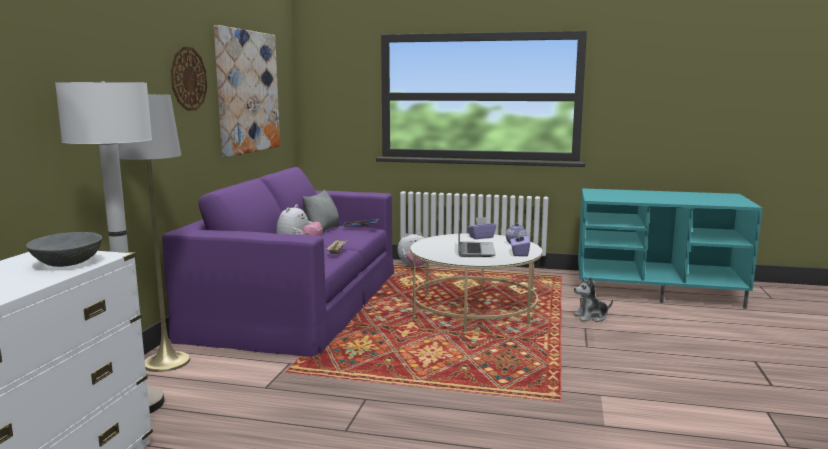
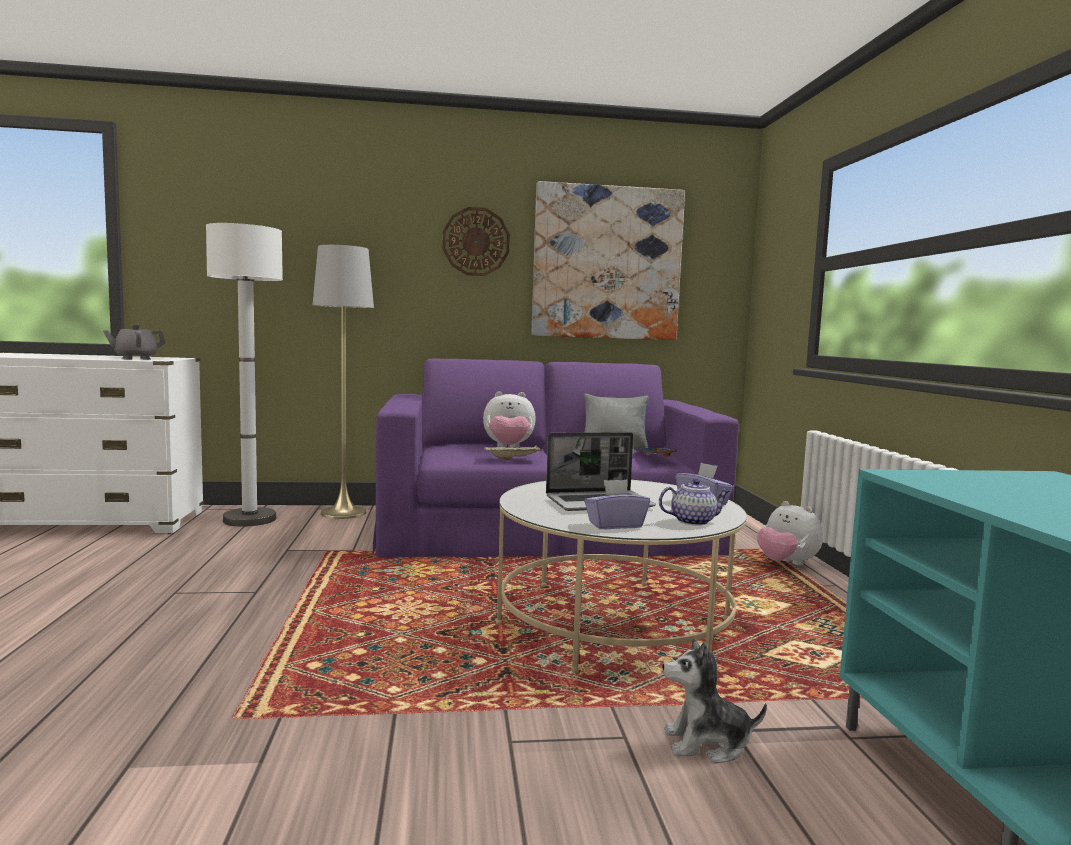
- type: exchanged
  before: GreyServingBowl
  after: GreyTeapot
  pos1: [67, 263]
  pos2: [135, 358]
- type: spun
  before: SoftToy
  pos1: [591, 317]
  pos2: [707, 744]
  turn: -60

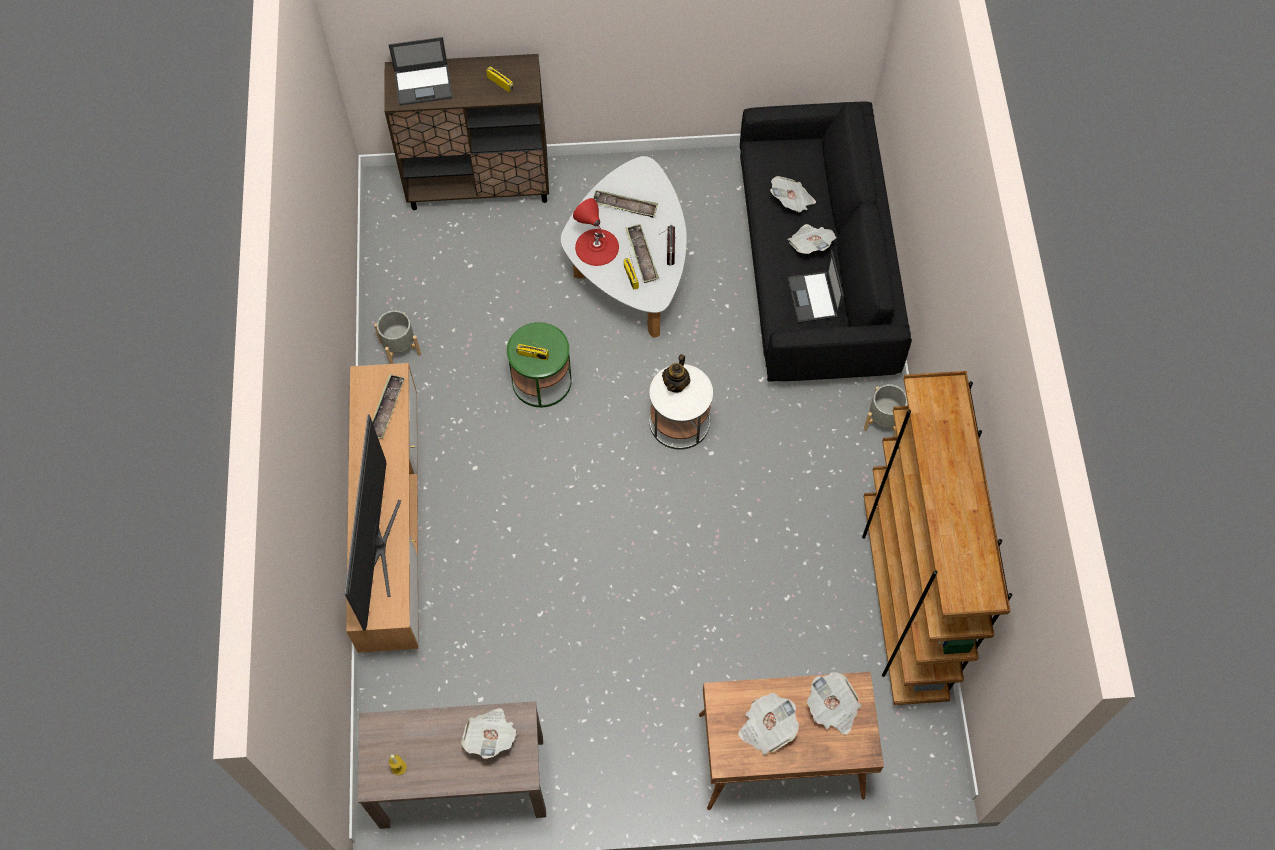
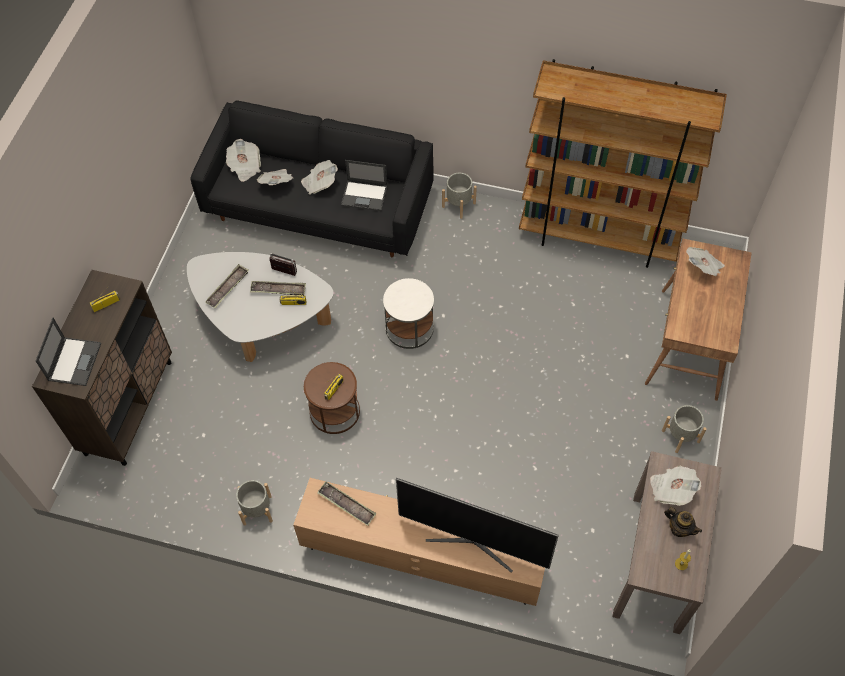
- type: relocated
  before: Newspaper
  pos1: [766, 728]
  pos2: [245, 167]
- type: colour
  before: GreenishAccentTable
  after: BrownishAccentTable
  pos1: [542, 380]
  pos2: [334, 411]
- type: appeared
  after: GreyPlantPot
  pos2: [681, 436]
- type: relocated
  before: Teapot
  pos1: [676, 384]
  pos2: [679, 528]
- type: missing
  before: RedLampForATable
  pos1: [596, 247]

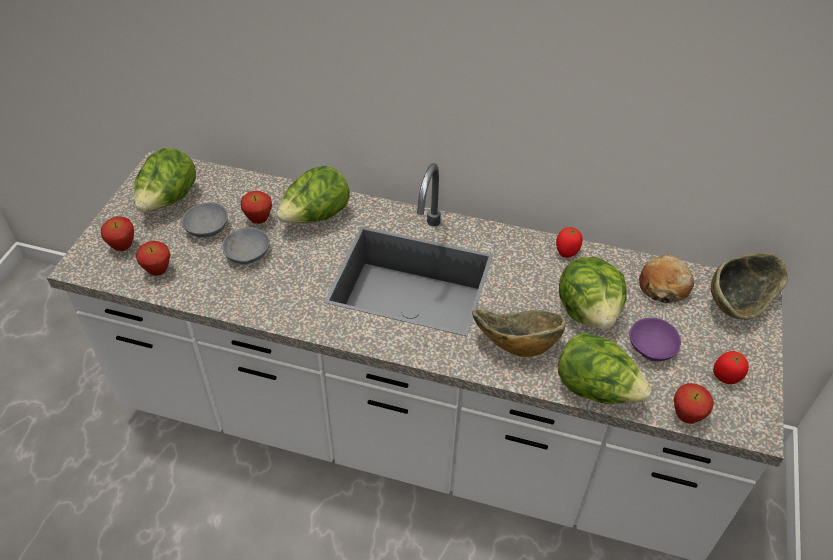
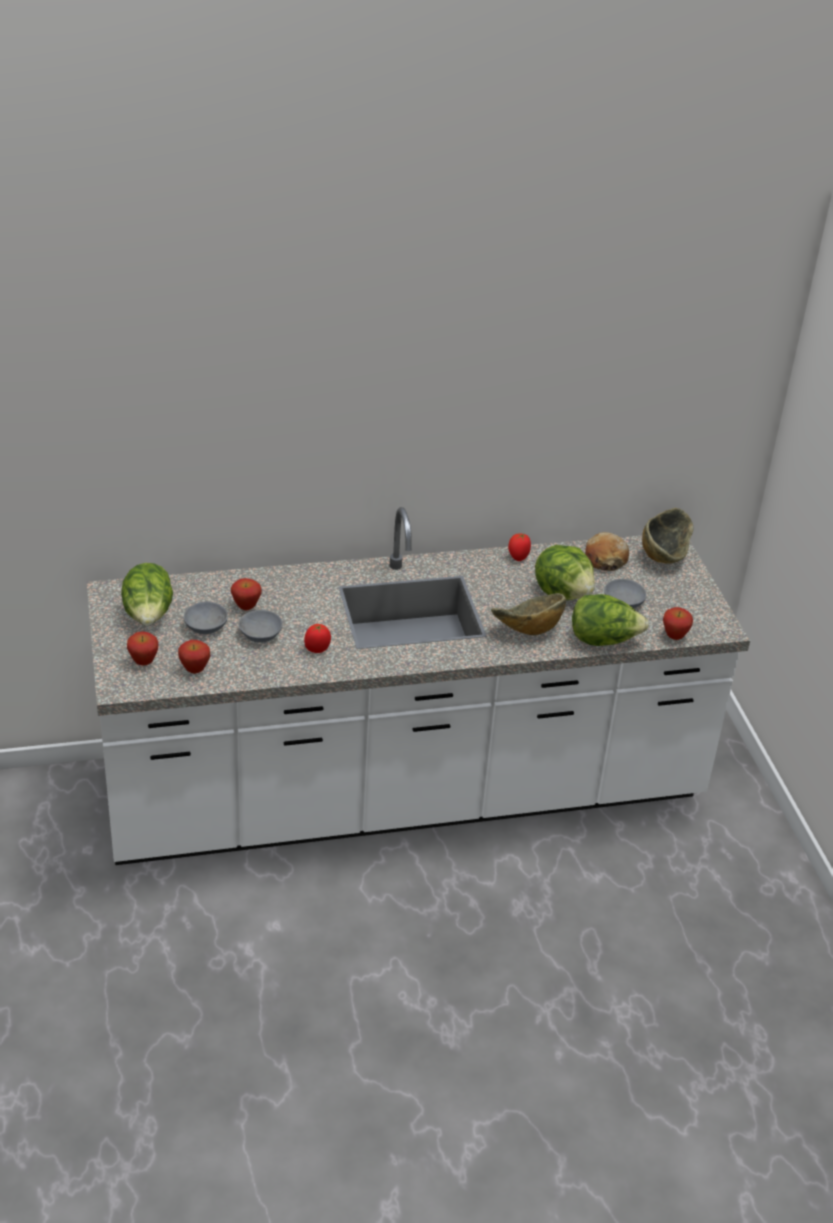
- type: relocated
  before: FreshTomato
  pos1: [726, 377]
  pos2: [317, 649]
- type: colour
  before: PurpleColouredServingBowl
  after: GreyServingBowl
  pos1: [653, 348]
  pos2: [625, 602]
- type: missing
  before: HeadOfLettuce
  pos1: [315, 217]

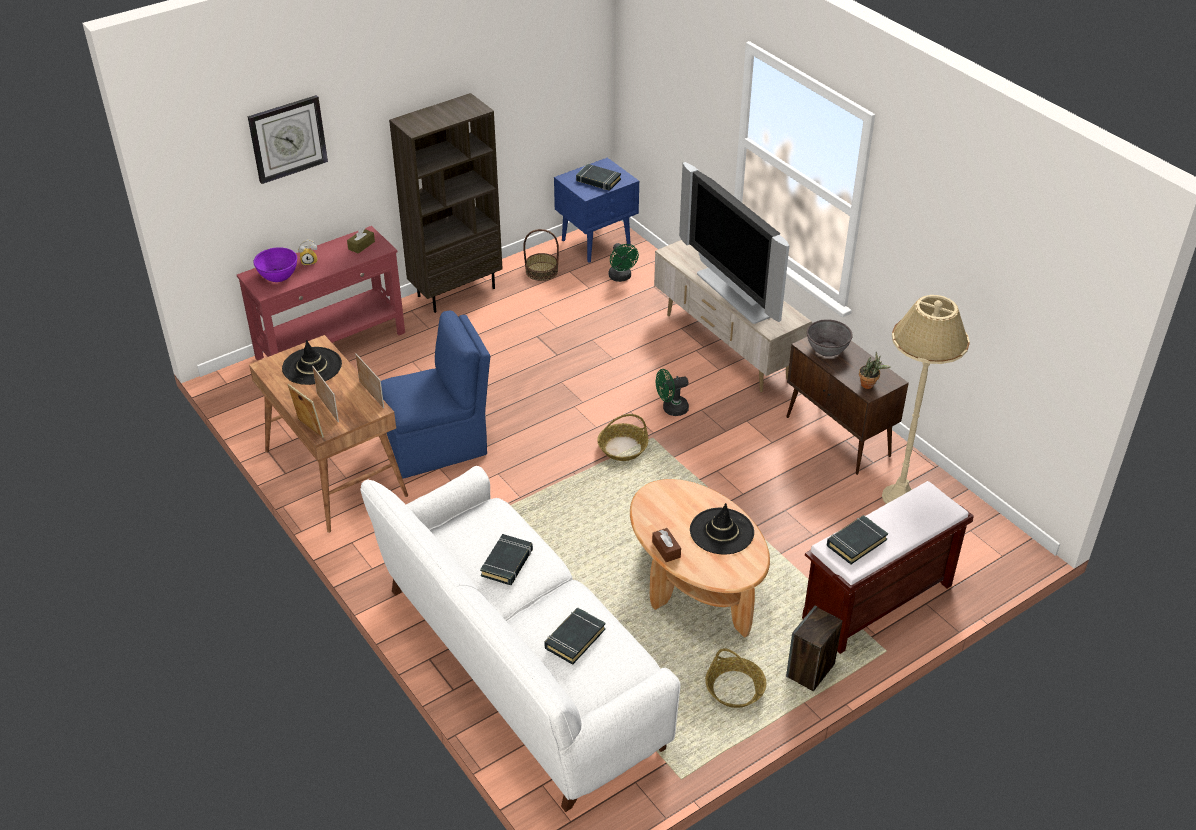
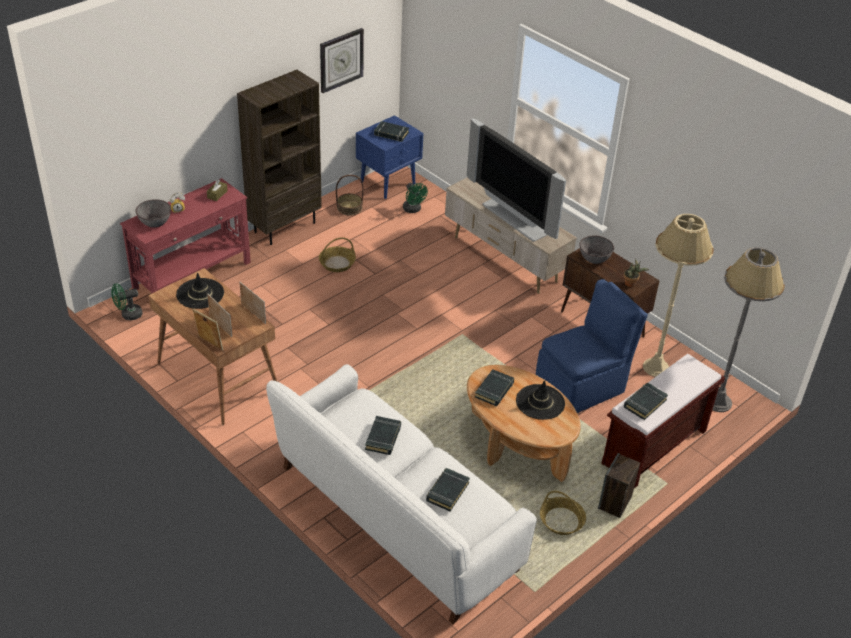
- type: relocated
  before: GreenishFan
  pos1: [671, 409]
  pos2: [128, 315]
- type: colour
  before: PurpleColouredServingBowl
  after: GreyServingBowl
  pos1: [278, 275]
  pos2: [154, 222]
- type: relocated
  before: HouseholdBasket
  pos1: [623, 448]
  pos2: [337, 263]
- type: relocated
  before: ClockOnTheWall
  pos1: [287, 138]
  pos2: [341, 60]
- type: appeared
  after: BlackColouredVolume
  pos2: [494, 390]
- type: relocated
  before: BlueColouredUprightChair
  pos1: [437, 445]
  pos2: [582, 387]
- type: appeared
  after: GreyFloorLamp
  pos2: [718, 402]
- type: missing
  before: BrownishBoxOfTissues
  pos1: [666, 549]

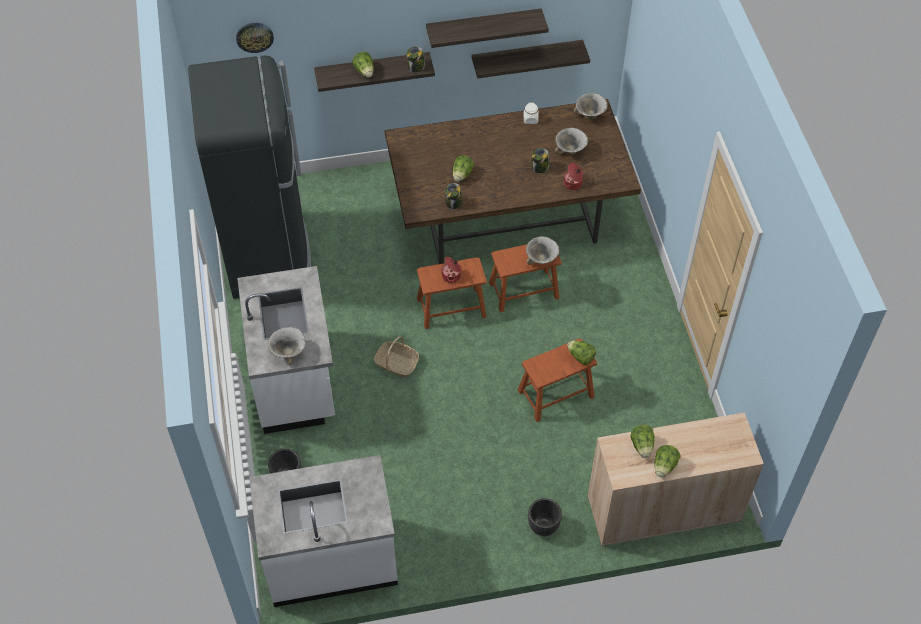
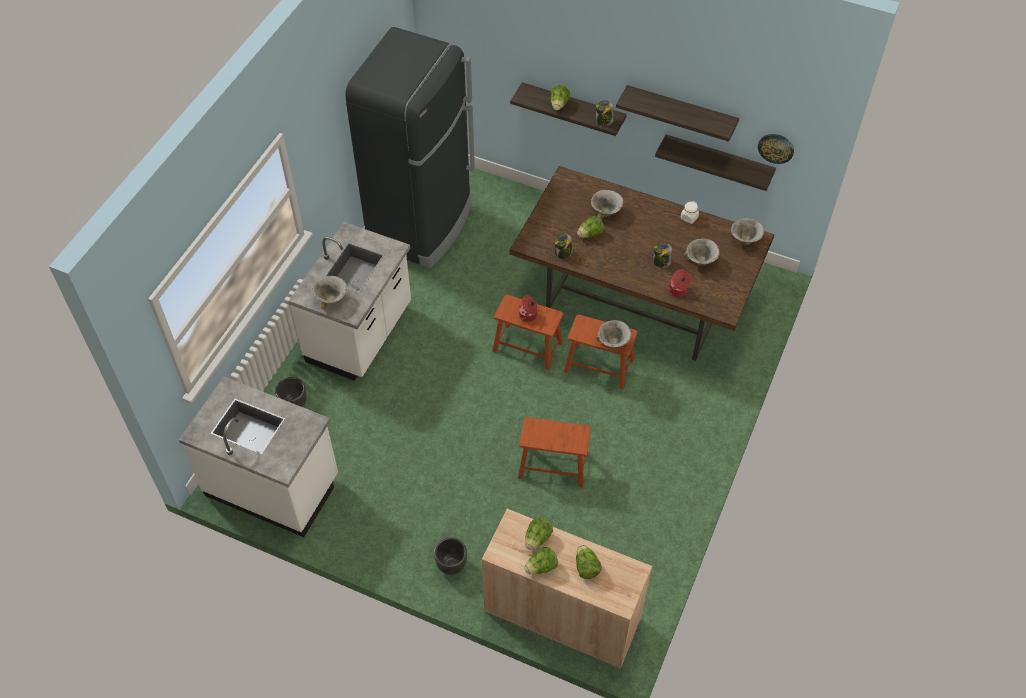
- type: relocated
  before: HeadOfLettuce
  pos1: [580, 357]
  pos2: [586, 567]
- type: appeared
  after: ServingBowl
  pos2: [606, 213]
- type: relocated
  before: ClockOnTheWall
  pos1: [254, 37]
  pos2: [776, 148]
- type: missing
  before: HouseholdBasket
  pos1: [396, 363]

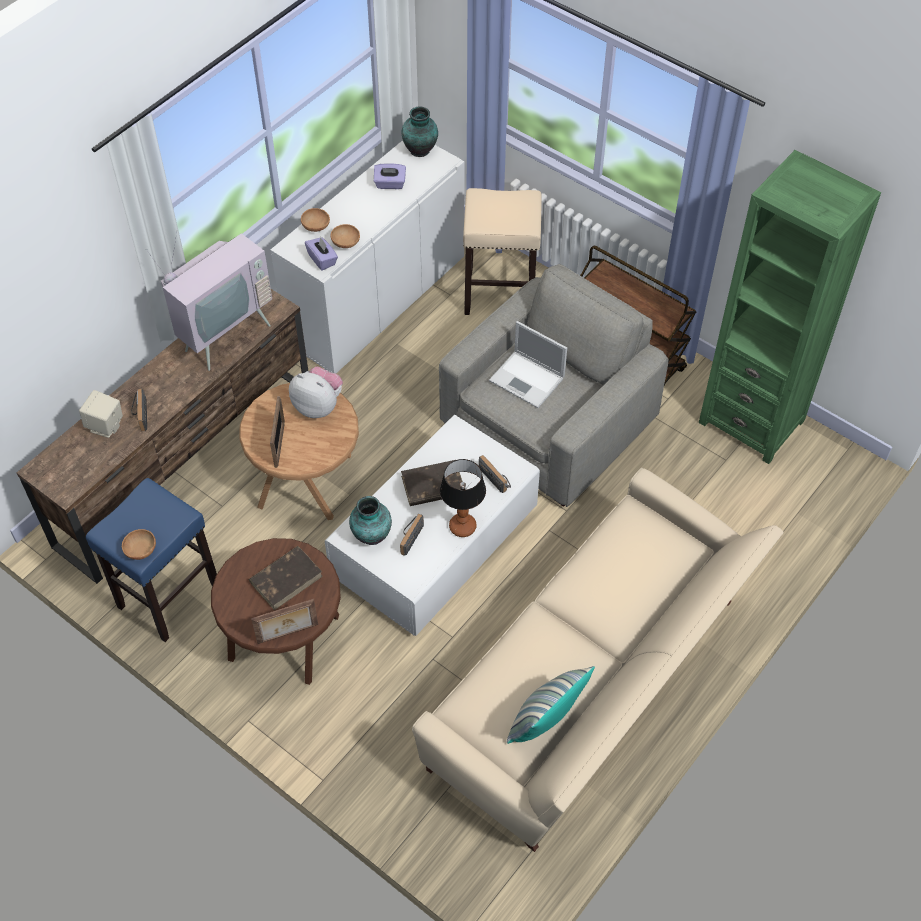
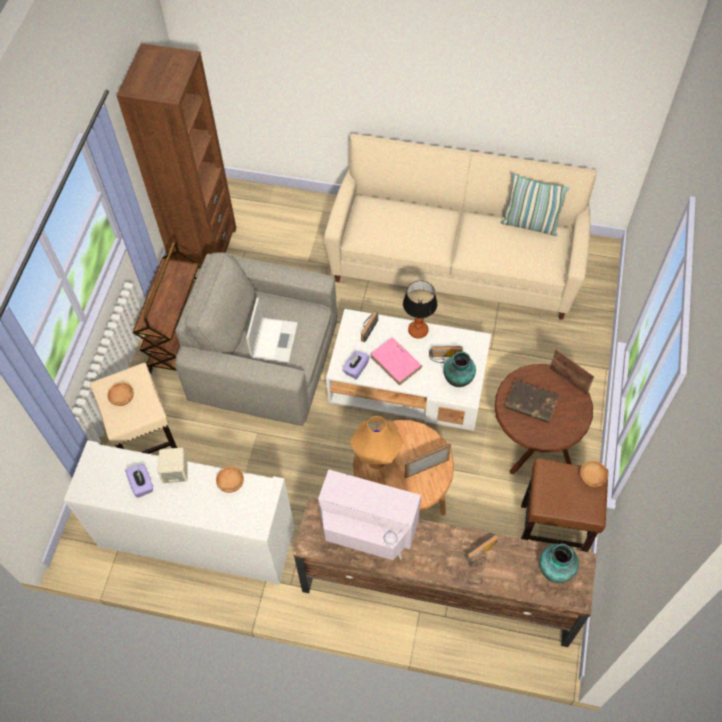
- type: relocated
  before: BrownishServingBowl
  pos1: [316, 227]
  pos2: [122, 398]
- type: colour
  before: GreenishShelvingUnit
  after: BrownishShelvingUnit
  pos1: [751, 421]
  pos2: [203, 247]
- type: relocated
  before: BeigeLoudspeaker
  pos1: [105, 426]
  pos2: [176, 472]
- type: relocated
  before: PurpleColouredBoxOfTissues
  pos1: [322, 260]
  pos2: [356, 369]
- type: exchanged
  before: SoftToy
  after: OrangeColouredLampForATable
  pos1: [318, 406]
  pos2: [376, 460]
- type: colour
  before: BrownishVolume
  after: PinkVolume
  pos1: [432, 486]
  pos2: [396, 362]
- type: colour
  before: BlueColouredSittingStool
  after: BrownishSittingStool
  pos1: [168, 597]
  pos2: [552, 533]
- type: relocated
  before: FlowerVase
  pos1: [421, 150]
  pos2: [554, 570]

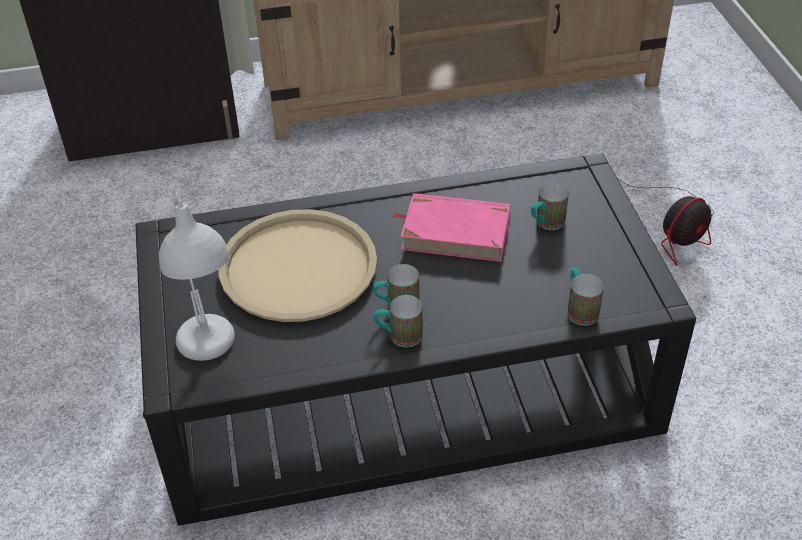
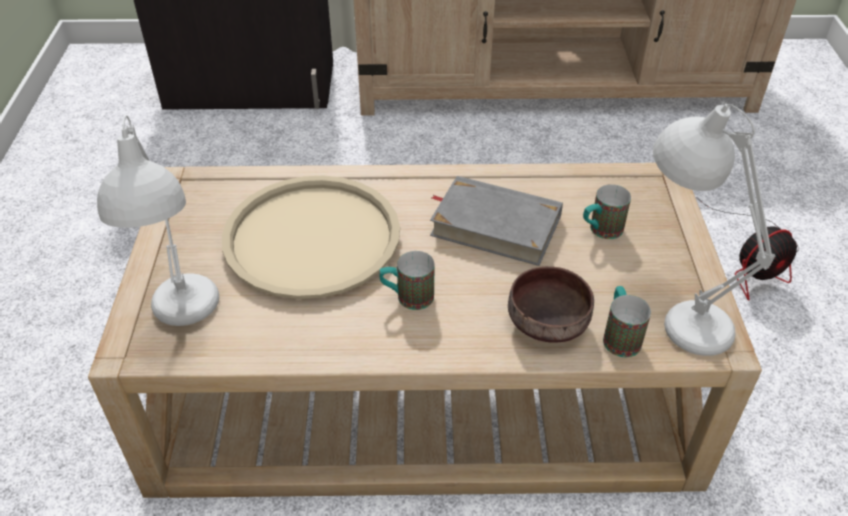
- type: colour
  before: BlackColouredLoungeTable
  after: BeigeLoungeTable
  pos1: [403, 381]
  pos2: [424, 378]
- type: colour
  before: PinkVolume
  after: GreyVolume
  pos1: [455, 232]
  pos2: [495, 225]
- type: appeared
  after: BrownishServingBowl
  pos2: [550, 320]
- type: appeared
  after: WhitishLampForATable
  pos2: [676, 311]
- type: missing
  before: TeaMug
  pos1: [398, 336]

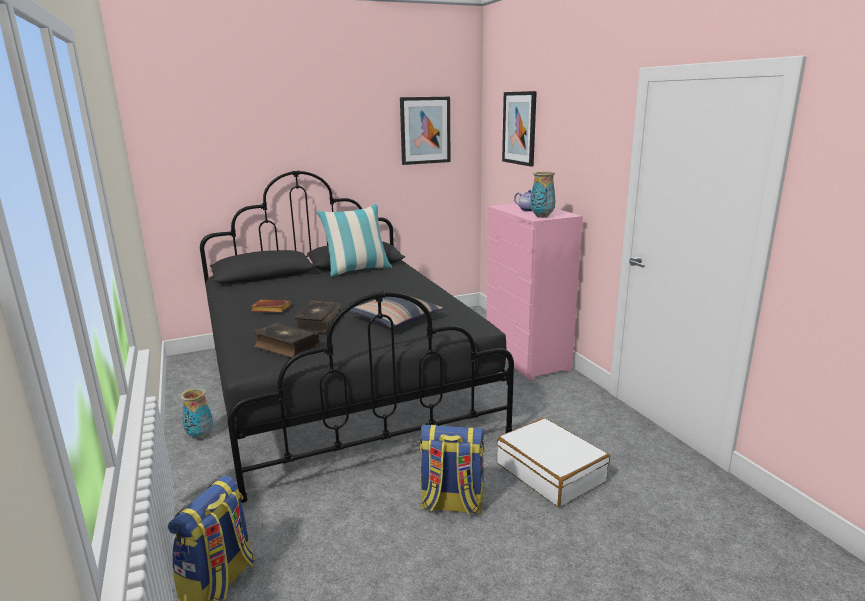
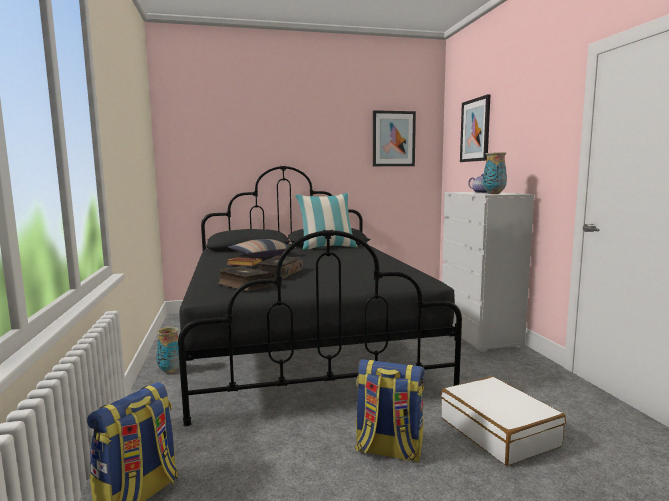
- type: relocated
  before: ThrowPillow
  pos1: [395, 319]
  pos2: [261, 255]
- type: colour
  before: PinkChestOfDrawers
  after: WhitishChestOfDrawers
  pos1: [527, 359]
  pos2: [480, 336]

